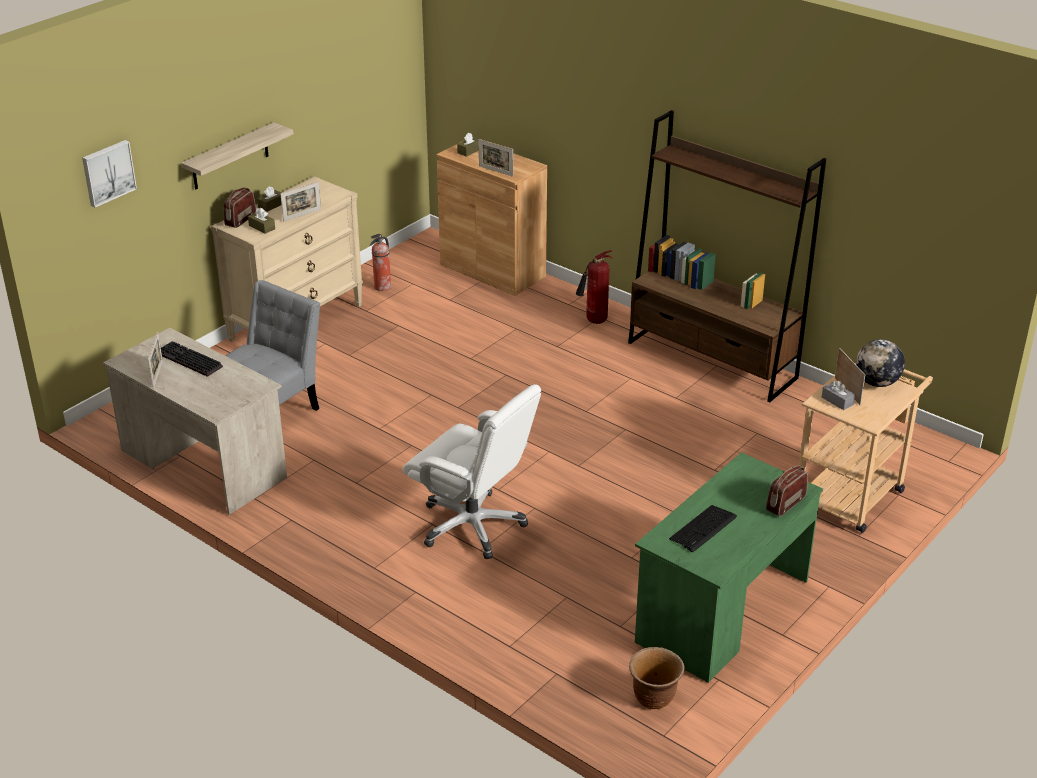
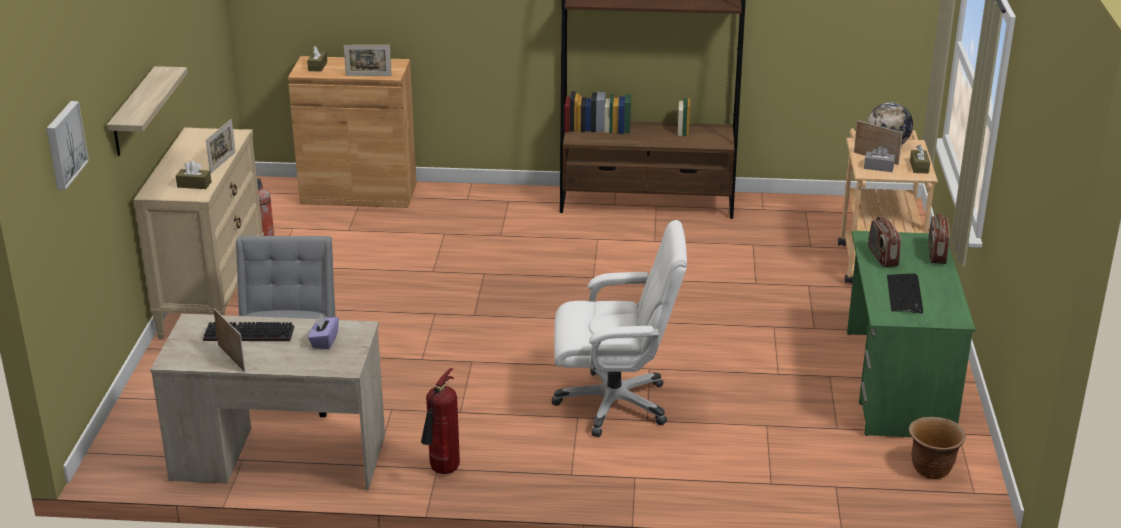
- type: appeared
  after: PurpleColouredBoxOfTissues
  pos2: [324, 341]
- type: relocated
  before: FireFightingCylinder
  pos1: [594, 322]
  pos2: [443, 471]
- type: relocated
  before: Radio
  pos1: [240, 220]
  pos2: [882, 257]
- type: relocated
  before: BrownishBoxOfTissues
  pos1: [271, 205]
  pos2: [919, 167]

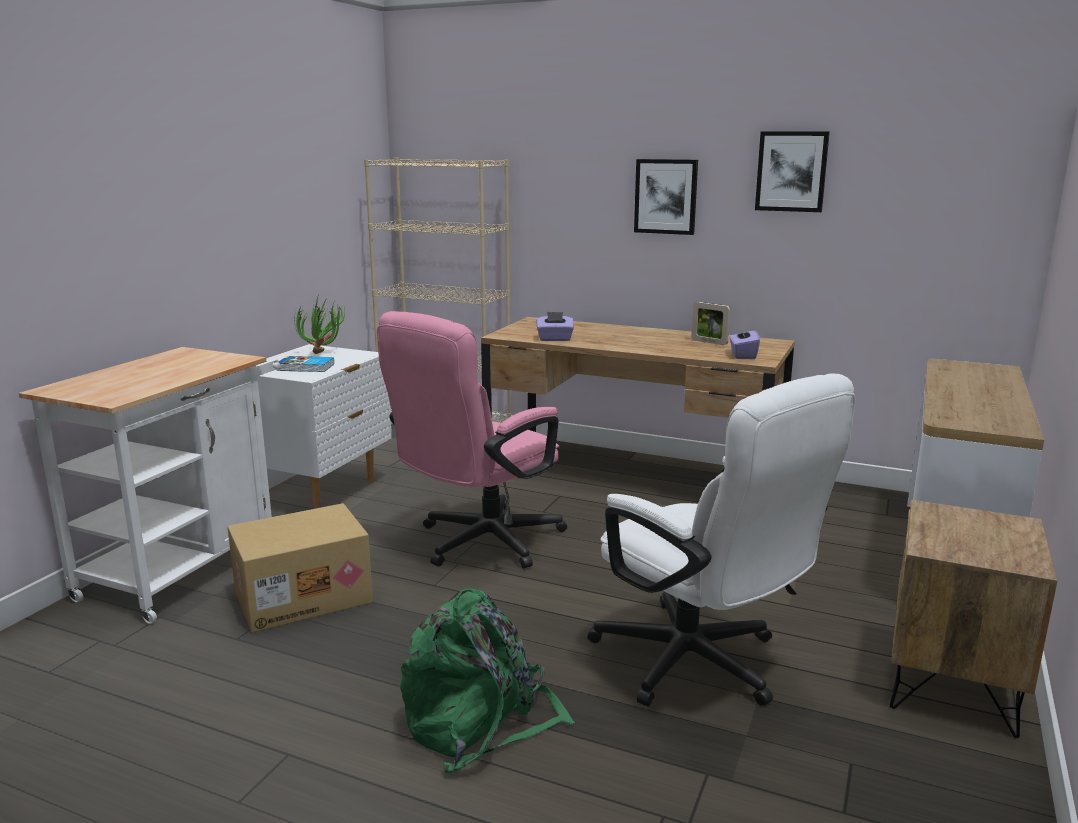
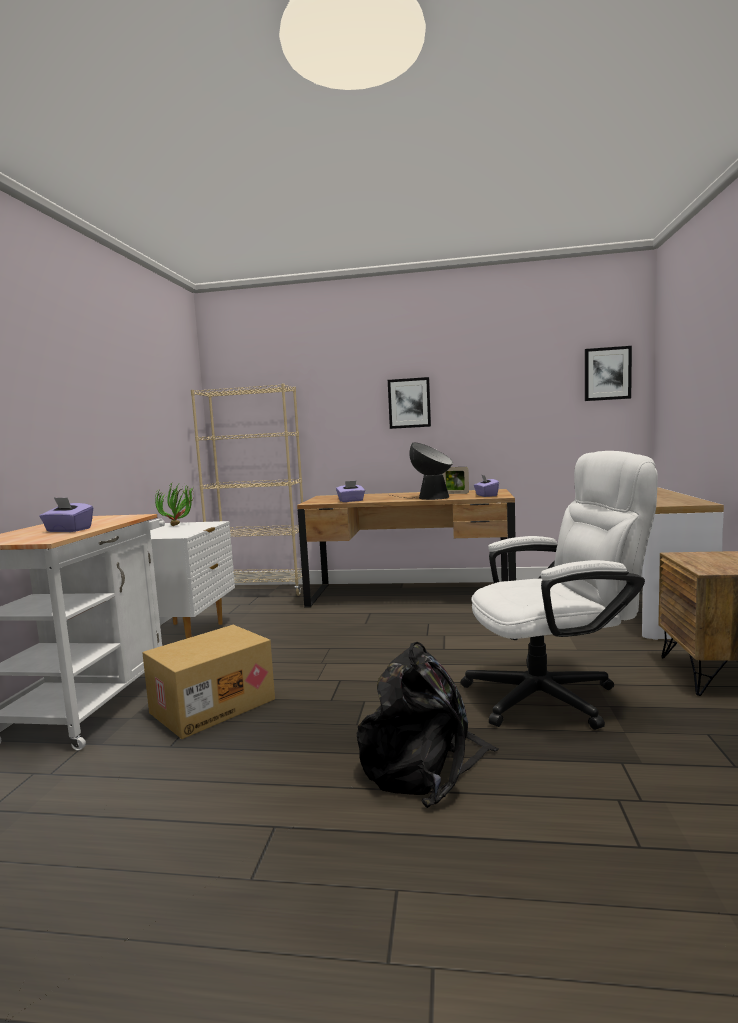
- type: appeared
  after: PurpleColouredBoxOfTissues
  pos2: [68, 530]
- type: colour
  before: GreenishBackpack
  after: BlackColouredBackpack
  pos1: [480, 722]
  pos2: [424, 765]
- type: appeared
  after: LampForATable
  pos2: [428, 497]
- type: spun
  before: WhitishComputerChair
  pos1: [701, 666]
  pos2: [554, 695]
  turn: -45
- type: relocated
  before: WallArt
  pos1: [791, 171]
  pos2: [607, 374]
- type: missing
  before: Volume
  pos1: [305, 367]
- type: missing
  before: PinkComputerChair
  pos1: [479, 544]

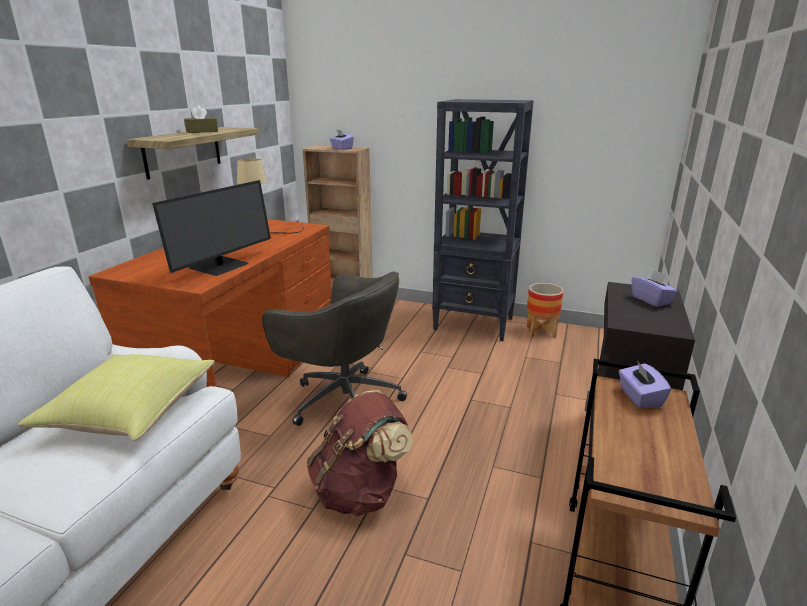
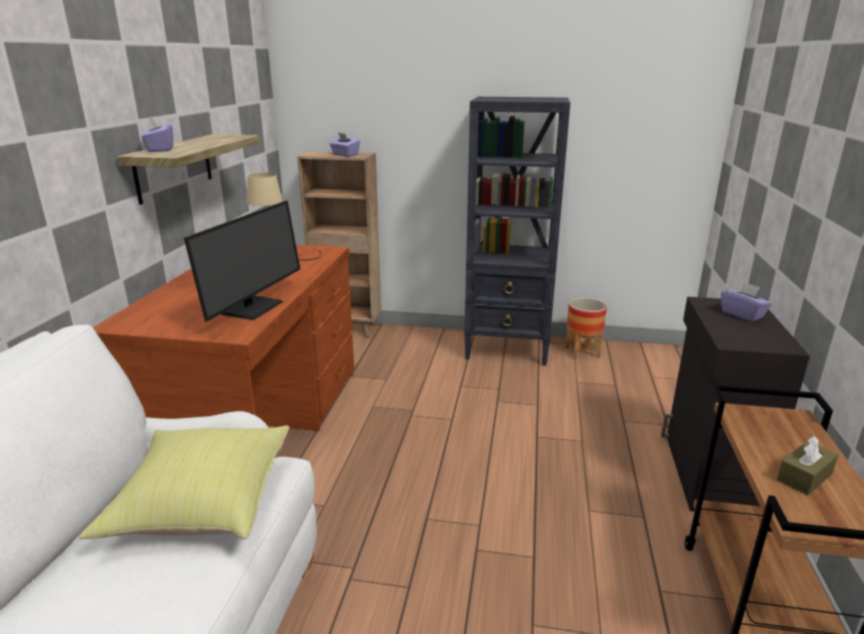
- type: relocated
  before: PurpleColouredBoxOfTissues
  pos1: [639, 397]
  pos2: [160, 150]
- type: relocated
  before: BrownishBoxOfTissues
  pos1: [202, 131]
  pos2: [804, 477]
- type: missing
  before: GreyComputerChair
  pos1: [343, 400]
- type: missing
  before: BrownishBackpack
  pos1: [360, 492]

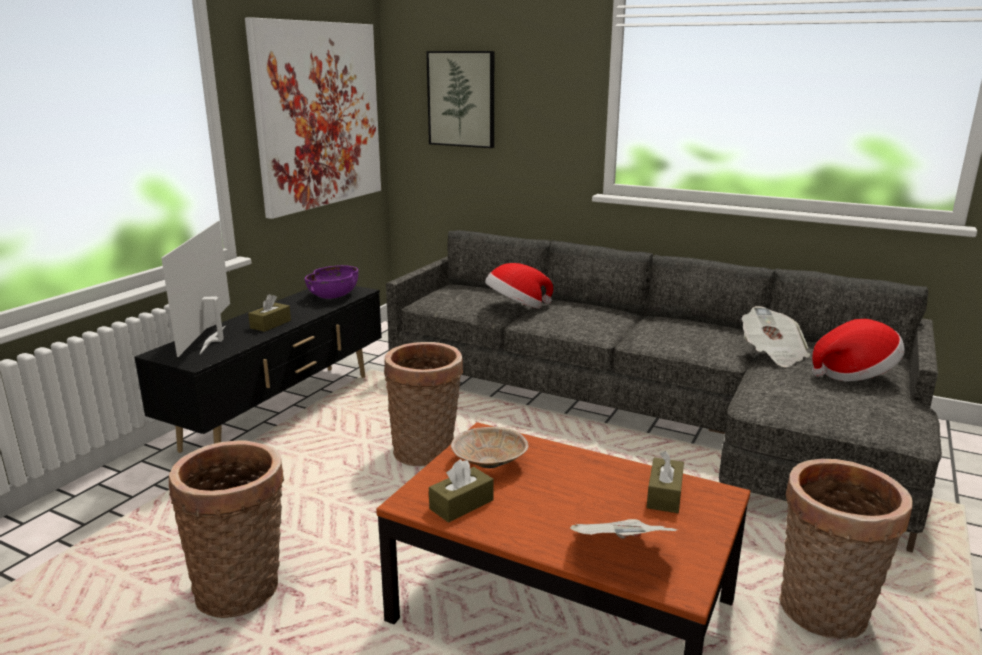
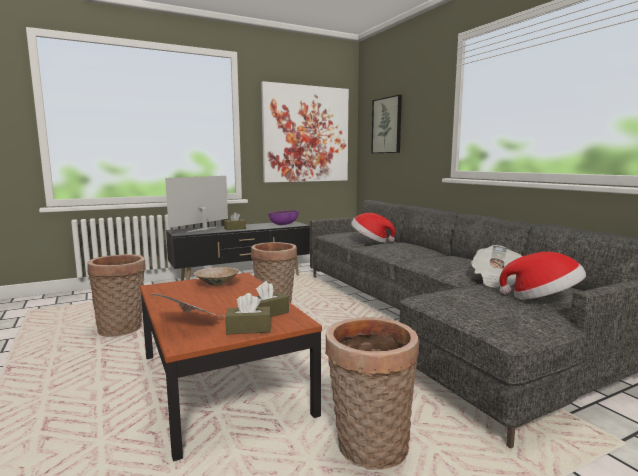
- type: relocated
  before: BrownishBoxOfTissues
  pos1: [461, 504]
  pos2: [249, 329]

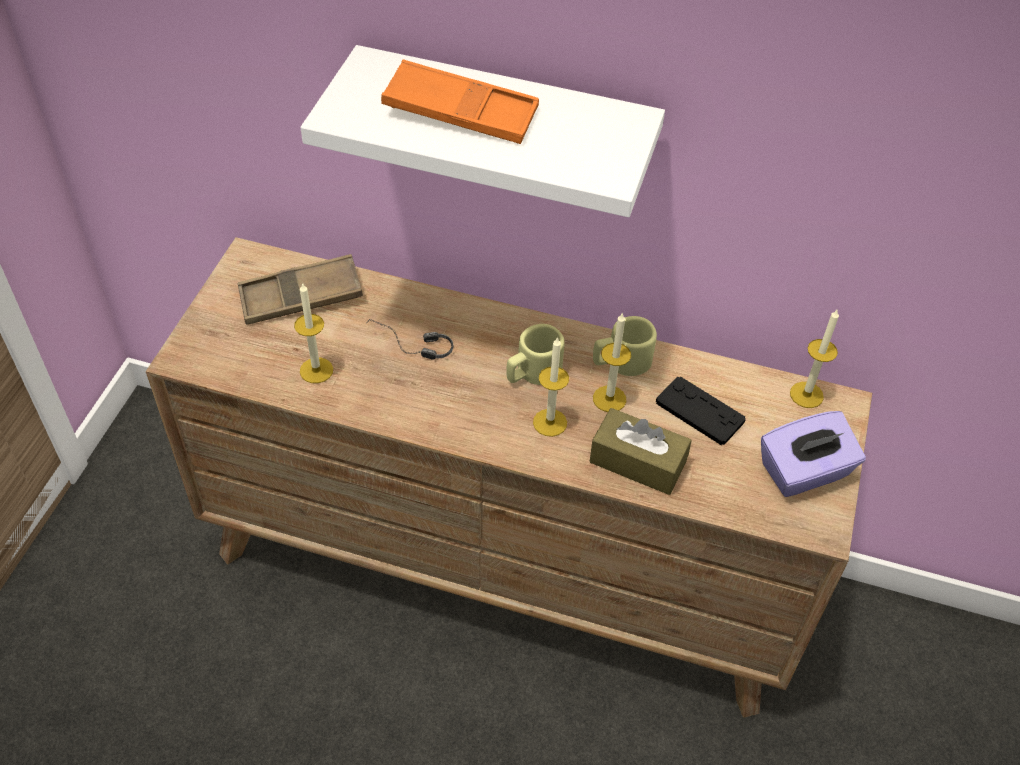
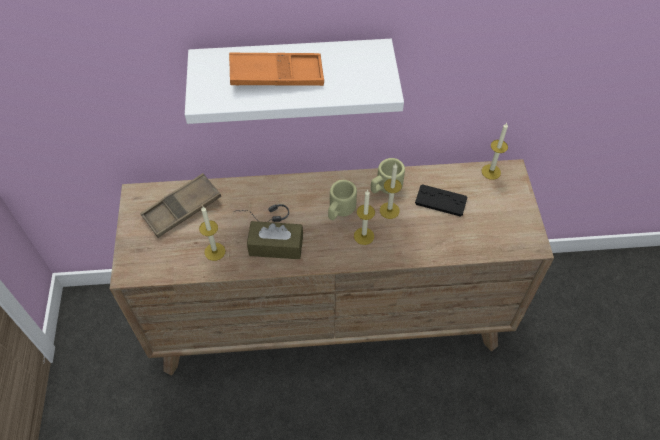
- type: relocated
  before: BrownishBoxOfTissues
  pos1: [637, 462]
  pos2: [276, 246]
- type: missing
  before: PurpleColouredBoxOfTissues
  pos1: [804, 472]

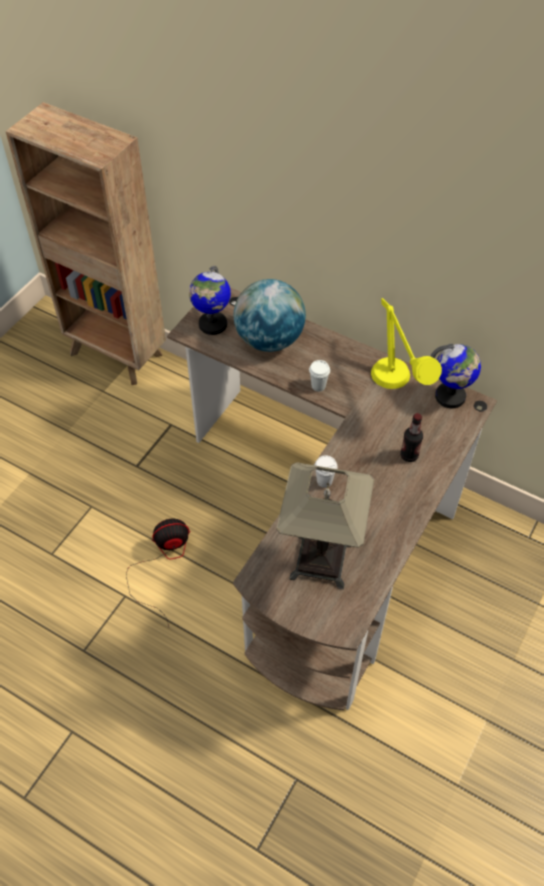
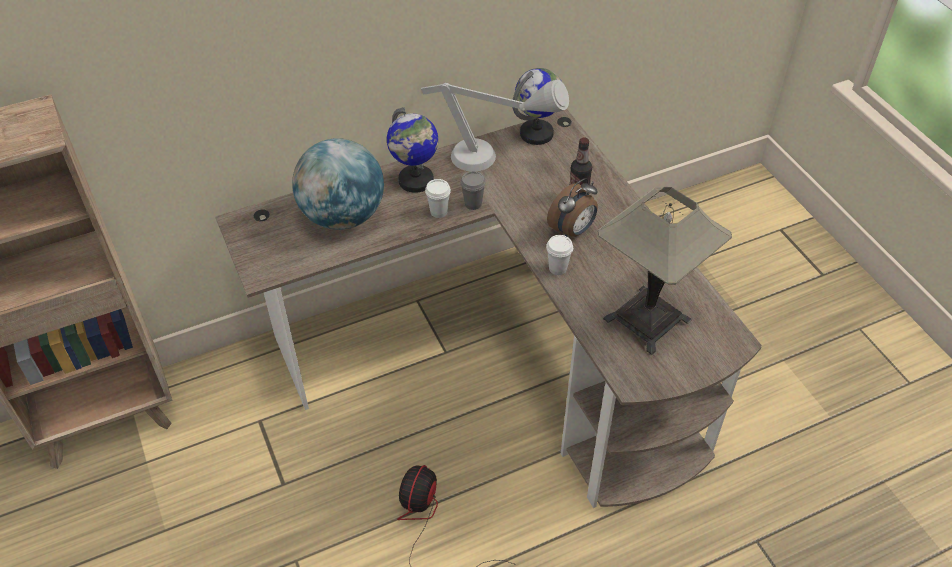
- type: relocated
  before: WorldGlobe
  pos1: [212, 324]
  pos2: [415, 181]
- type: colour
  before: YellowLampForATable
  after: GreyLampForATable
  pos1: [396, 389]
  pos2: [495, 162]
- type: appeared
  after: GreyCup
  pos2: [473, 204]
- type: appeared
  after: AlarmClock
  pos2: [573, 231]

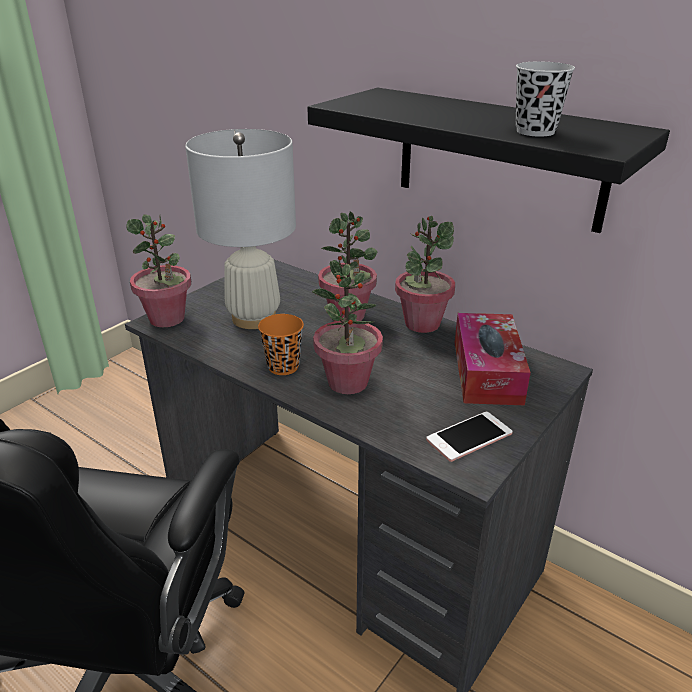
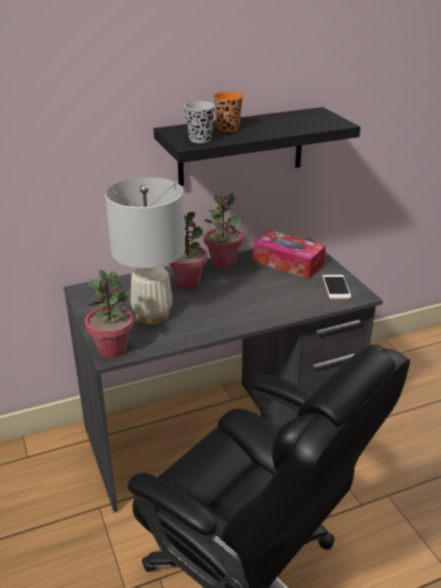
- type: relocated
  before: BlackColouredCup
  pos1: [535, 131]
  pos2: [200, 139]
- type: relocated
  before: OrangeColouredCup
  pos1: [283, 367]
  pos2: [228, 128]
- type: missing
  before: PottedPlant
  pos1: [348, 383]

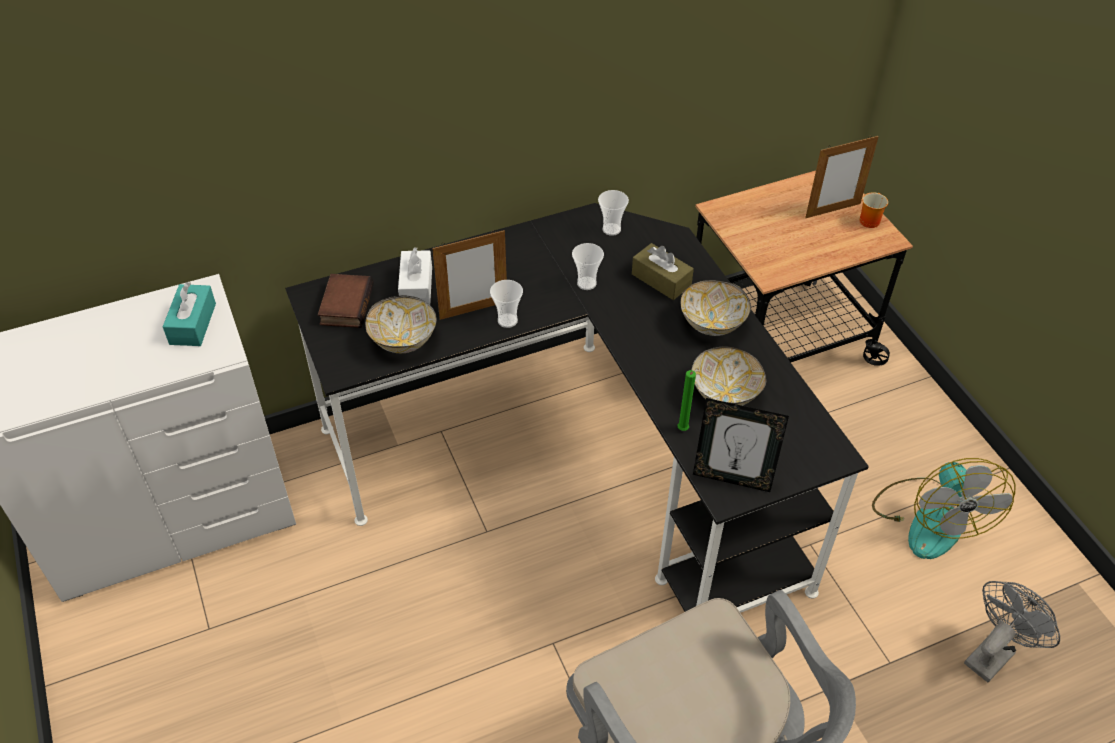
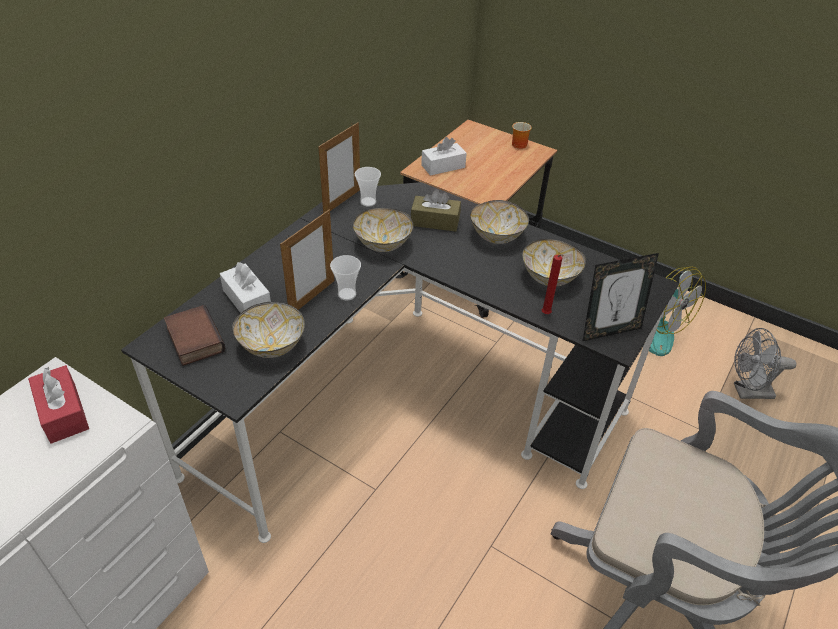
- type: colour
  before: BlueGreenBoxOfTissues
  after: RedBoxOfTissues
  pos1: [193, 324]
  pos2: [63, 412]
- type: relocated
  before: StandingFrame
  pos1: [833, 210]
  pos2: [342, 202]
- type: exchanged
  before: Cup
  after: ServingBowl
  pos1: [586, 283]
  pos2: [384, 244]
- type: appeared
  after: WhitishBoxOfTissues
  pos2: [443, 166]
- type: colour
  before: GreenishWaxCandle
  after: RedWaxCandle
  pos1: [682, 430]
  pos2: [546, 315]
- type: spun
  before: GreyFan
  pos1: [993, 652]
  pos2: [747, 392]
  turn: -105

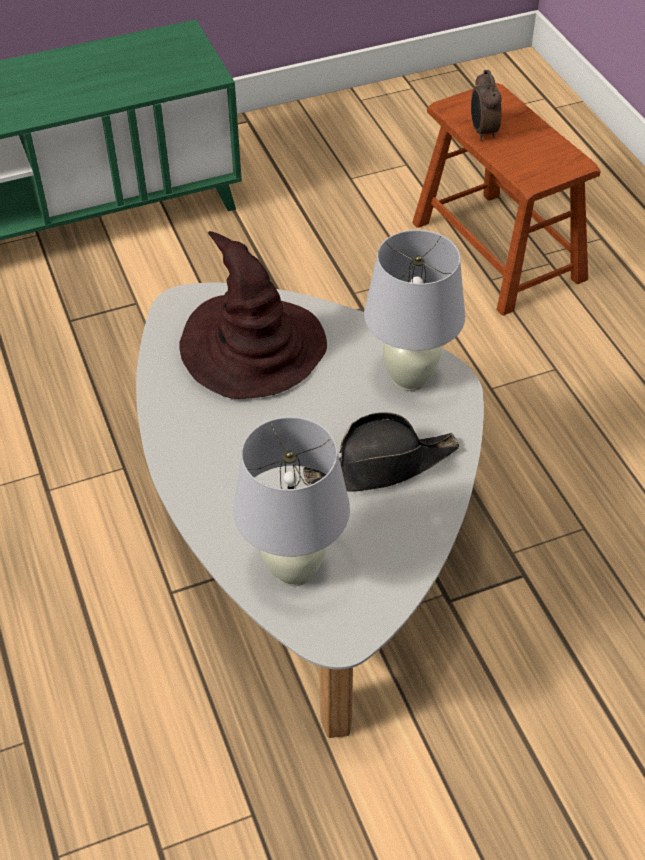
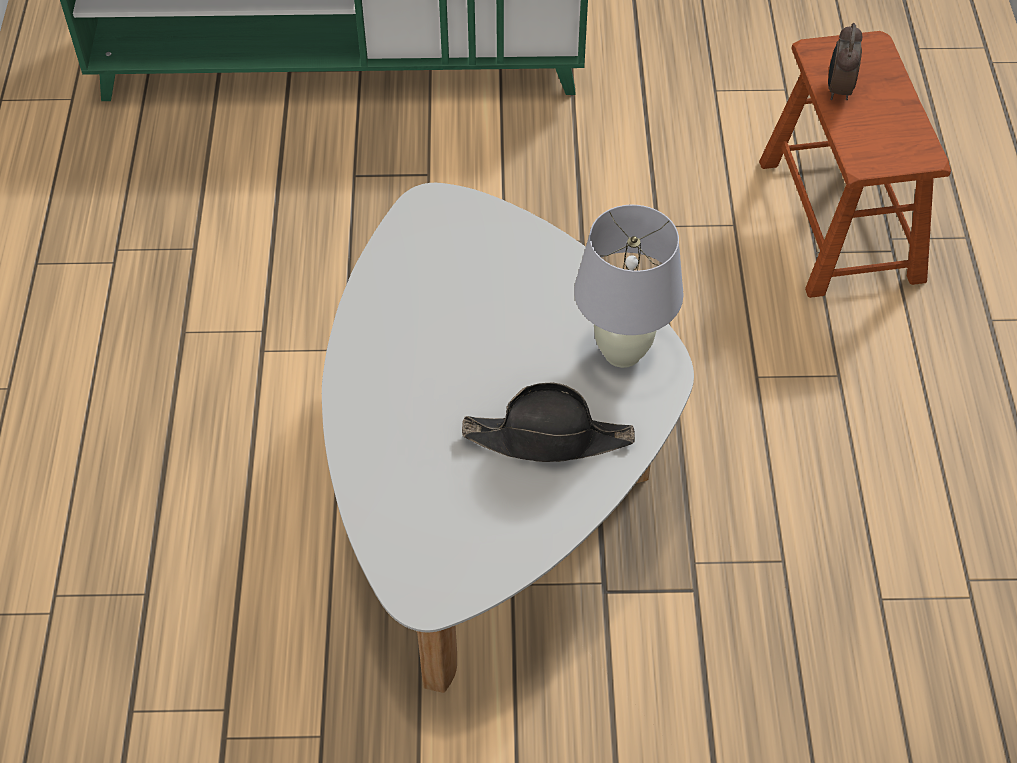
- type: missing
  before: BrownishClothingHat
  pos1: [253, 349]
- type: missing
  before: WhitishLampForATable
  pos1: [294, 570]

